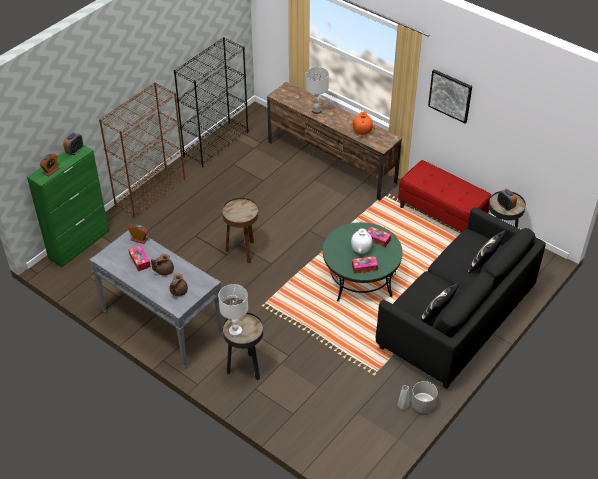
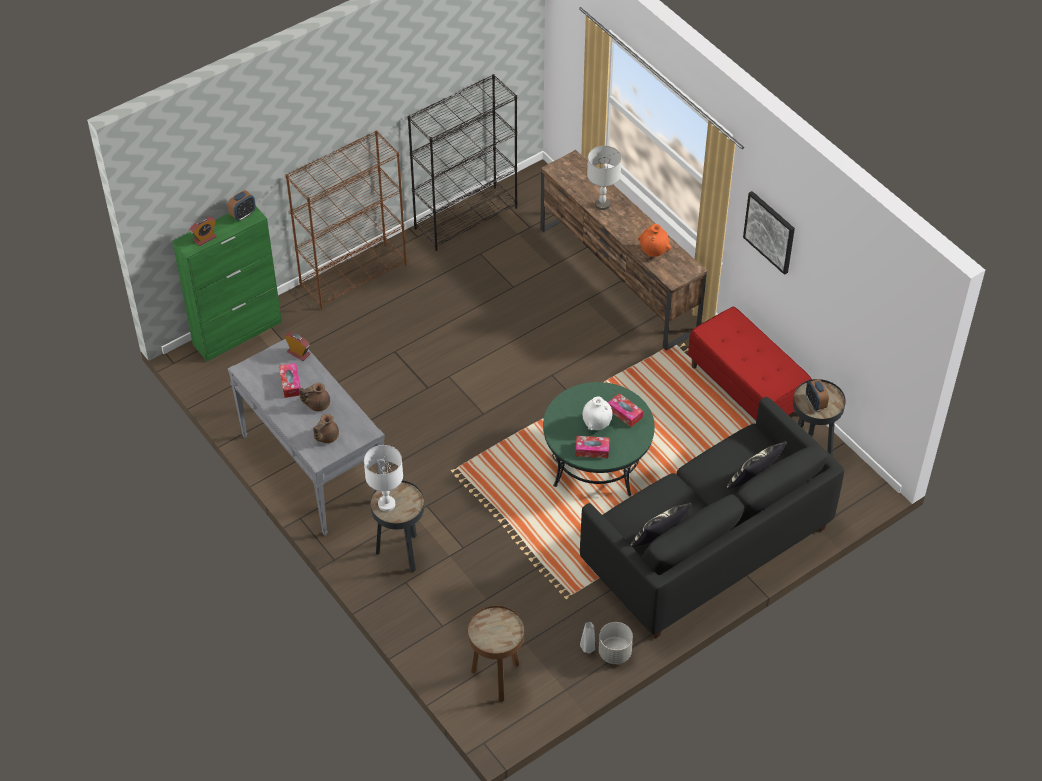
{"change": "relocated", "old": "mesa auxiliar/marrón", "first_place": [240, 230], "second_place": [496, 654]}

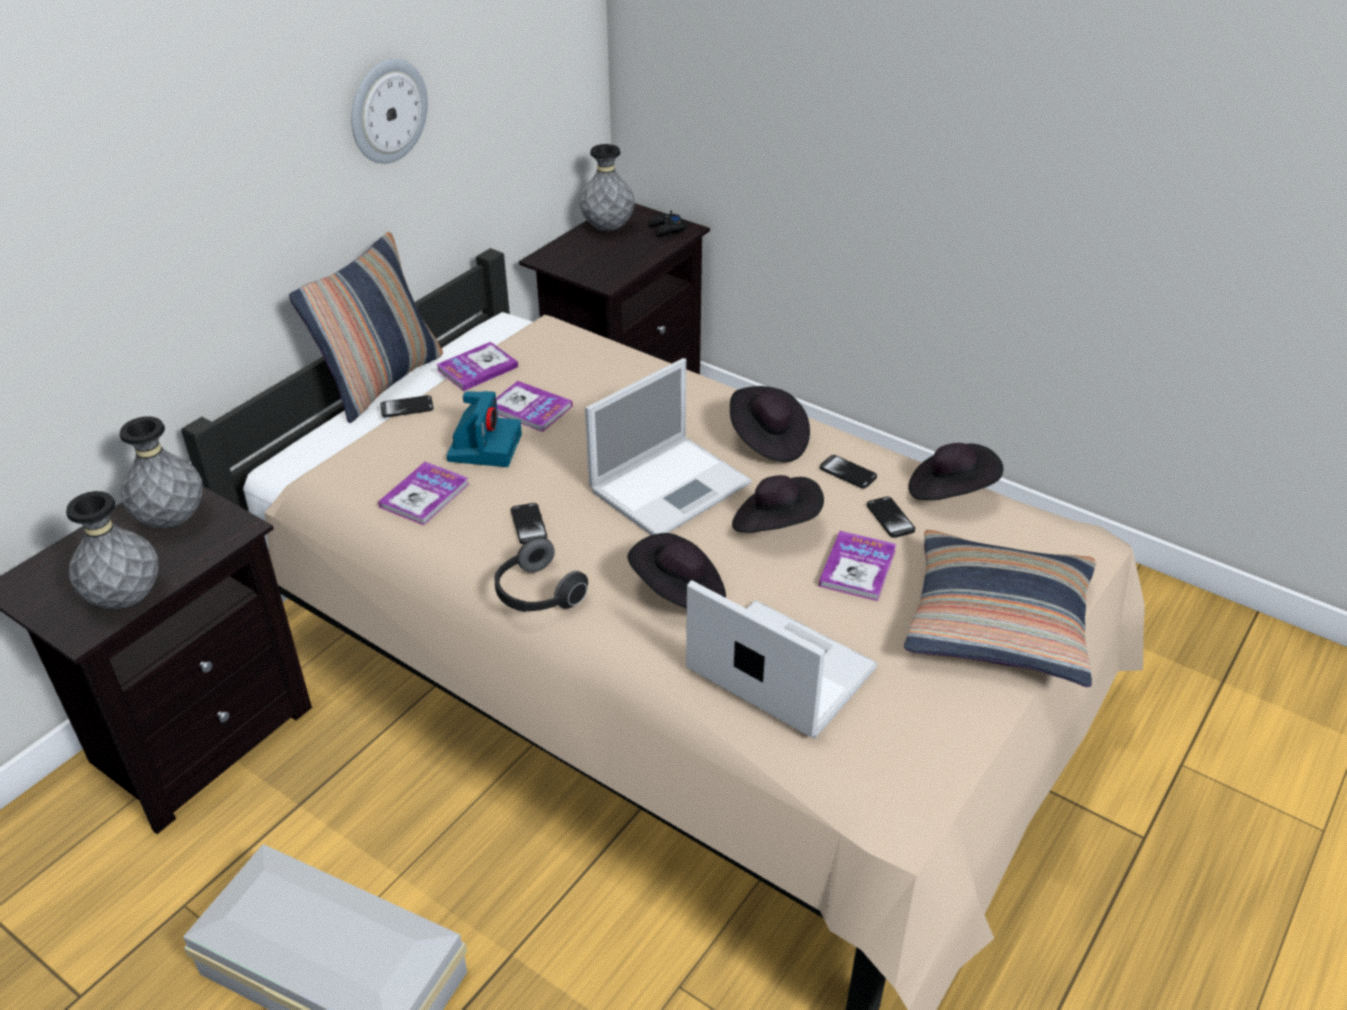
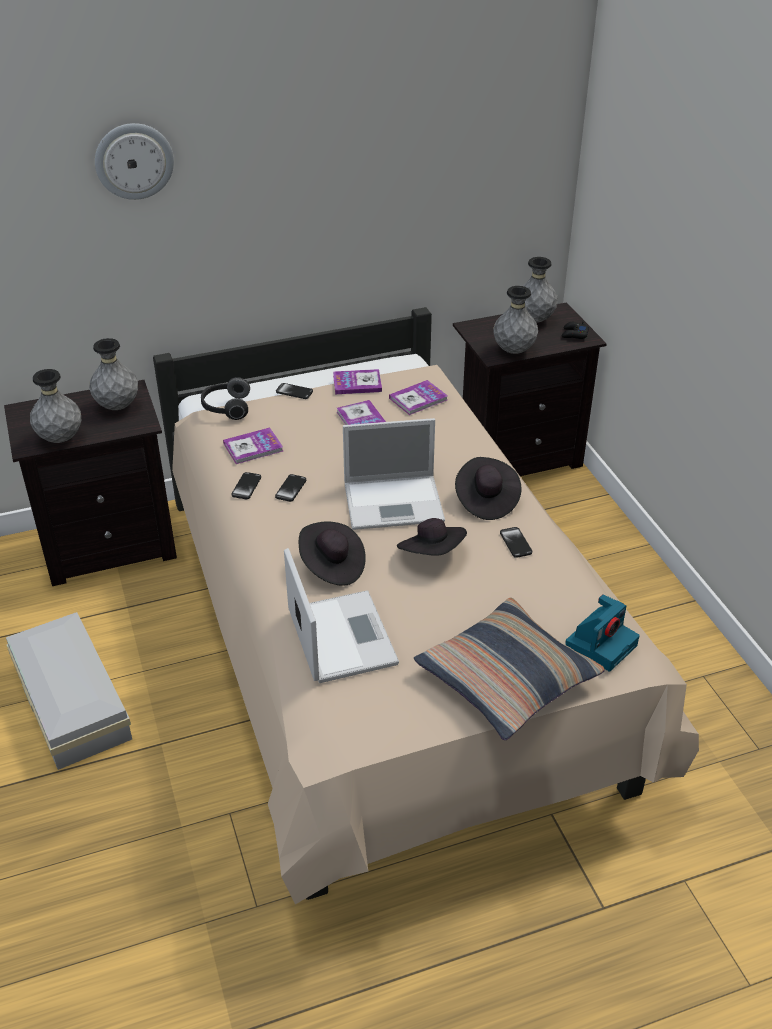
{"change": "missing", "old": "cojín", "first_place": [366, 327]}
{"change": "relocated", "old": "reloj de pared", "first_place": [389, 111], "second_place": [134, 161]}
{"change": "relocated", "old": "cámara", "first_place": [484, 429], "second_place": [602, 633]}
{"change": "relocated", "old": "auriculares", "first_place": [541, 574], "second_place": [225, 398]}
{"change": "relocated", "old": "libro", "first_place": [857, 566], "second_place": [418, 397]}
{"change": "relocated", "old": "móvil", "first_place": [891, 517], "second_place": [246, 485]}
{"change": "missing", "old": "sombrero/negro", "first_place": [955, 471]}
{"change": "appeared", "new": "florero/gris", "second_place": [515, 320]}

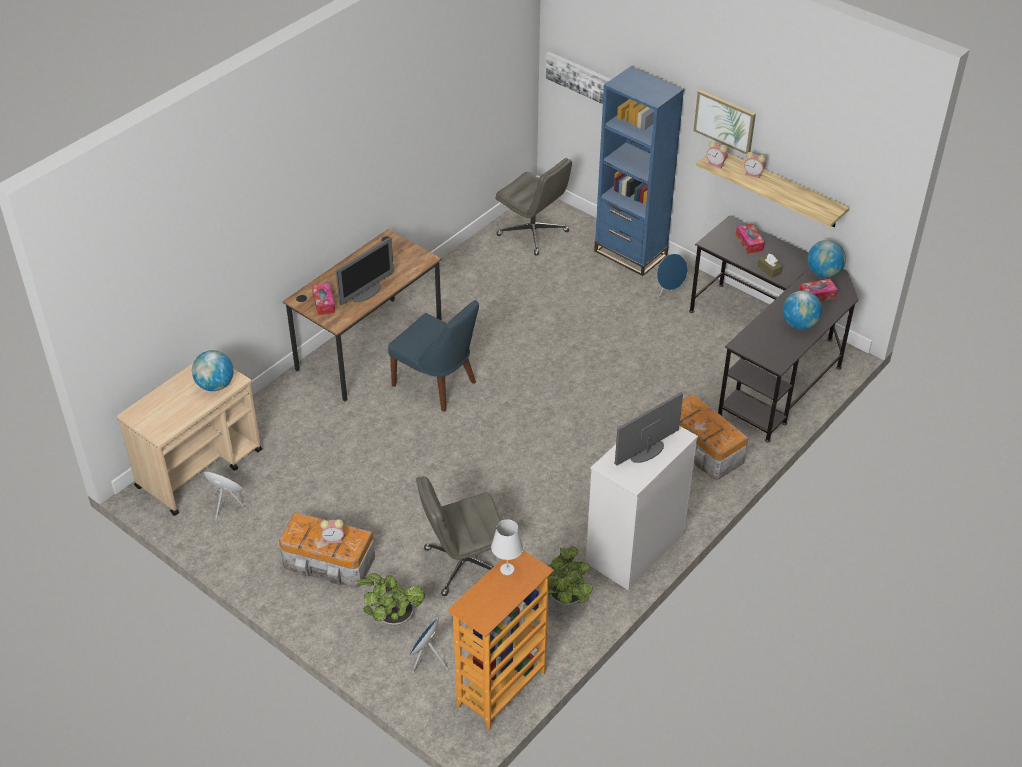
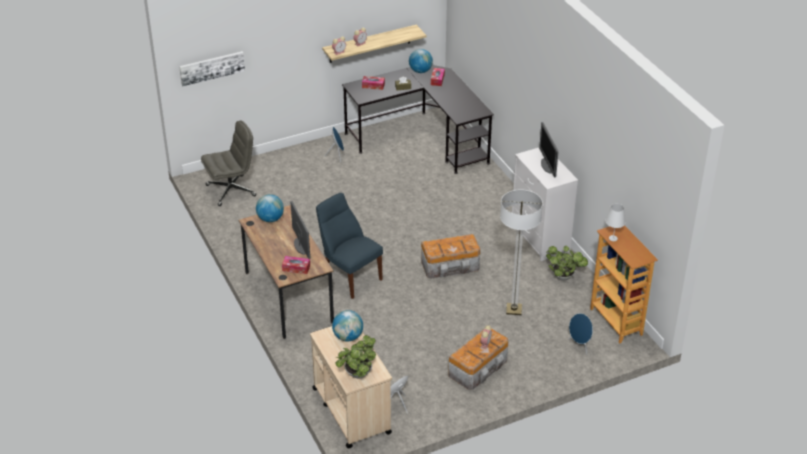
{"change": "relocated", "old": "planta en maceta", "first_place": [391, 599], "second_place": [356, 356]}
{"change": "spun", "old": "silla/azul", "first_place": [433, 356], "second_place": [349, 246], "degrees": -105}
{"change": "exchanged", "old": "silla de oficina/gris", "new": "lámpara de pie", "first_place": [462, 536], "second_place": [521, 252]}
{"change": "missing", "old": "estantería/azul", "first_place": [639, 171]}
{"change": "relocated", "old": "caja de almacenaje", "first_place": [713, 437], "second_place": [450, 256]}
{"change": "missing", "old": "cuadro", "first_place": [724, 122]}
{"change": "relocated", "old": "globo terráqueo", "first_place": [802, 310], "second_place": [270, 208]}

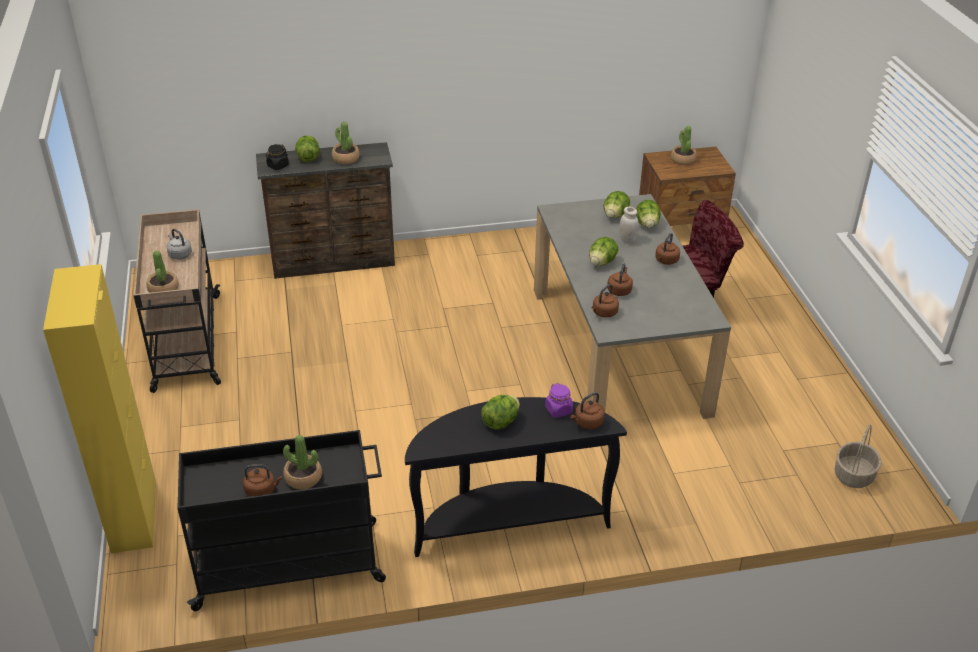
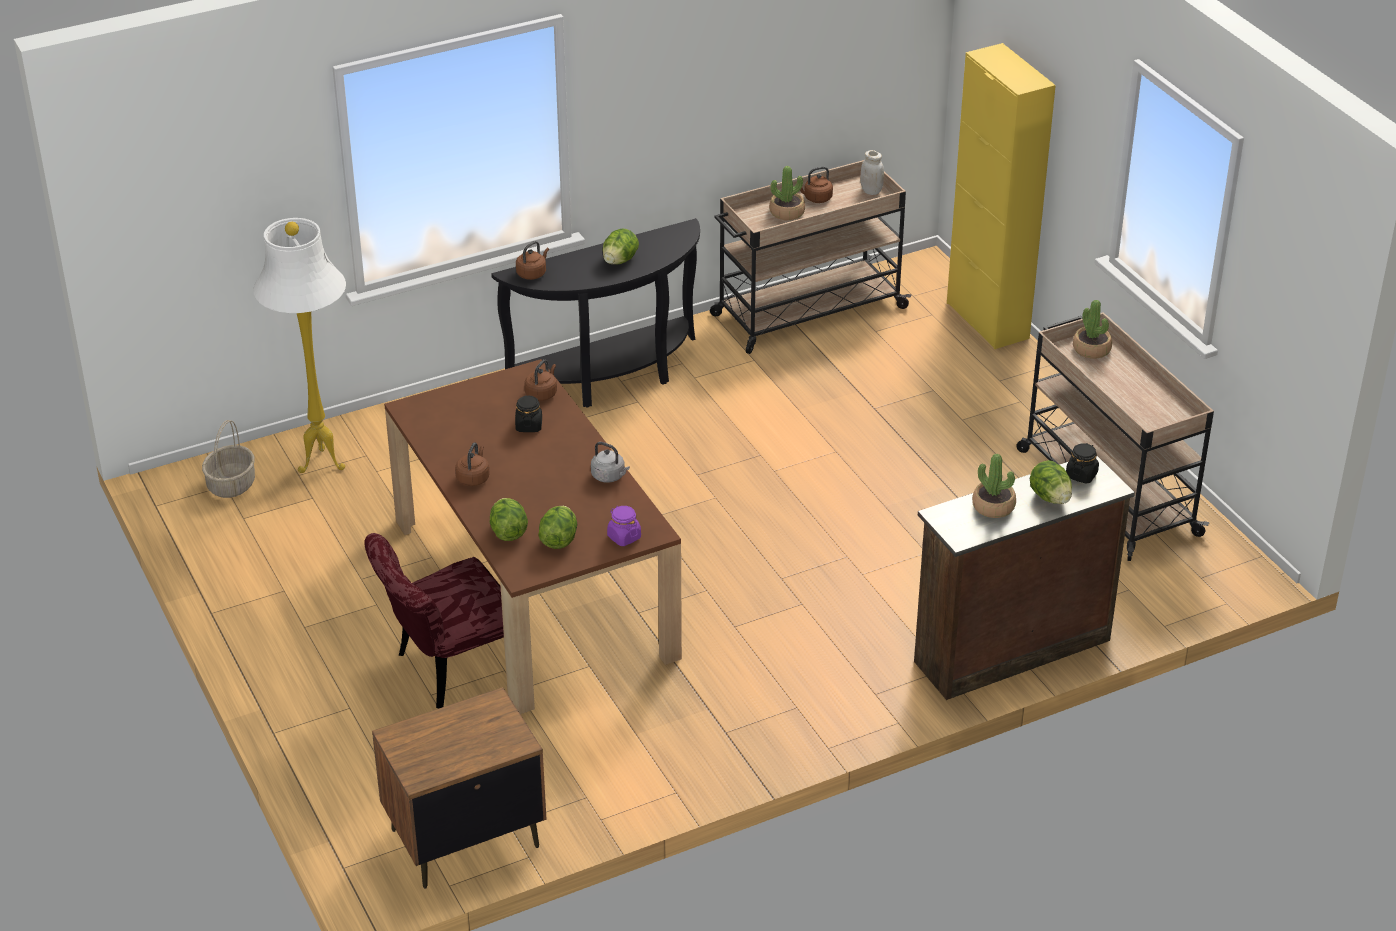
{"change": "relocated", "old": "hervidor/gris", "first_place": [179, 244], "second_place": [610, 462]}
{"change": "colour", "old": "carrito/negro", "new": "carrito/beis", "first_place": [281, 520], "second_place": [810, 257]}
{"change": "colour", "old": "mesa de comedor/gris", "new": "mesa de comedor/marrón", "first_place": [632, 306], "second_place": [533, 536]}
{"change": "relocated", "old": "tarro/morado", "first_place": [559, 400], "second_place": [624, 526]}
{"change": "missing", "old": "lechuga", "first_place": [604, 251]}
{"change": "exchanged", "old": "hervidor/marrón", "new": "tarro/negro", "first_place": [620, 279], "second_place": [528, 413]}
{"change": "relocated", "old": "tarro/blanco", "first_place": [629, 225], "second_place": [872, 172]}
{"change": "missing", "old": "planta en maceta", "first_place": [684, 145]}
{"change": "appeared", "new": "lámpara de pie/blanco", "second_place": [299, 345]}

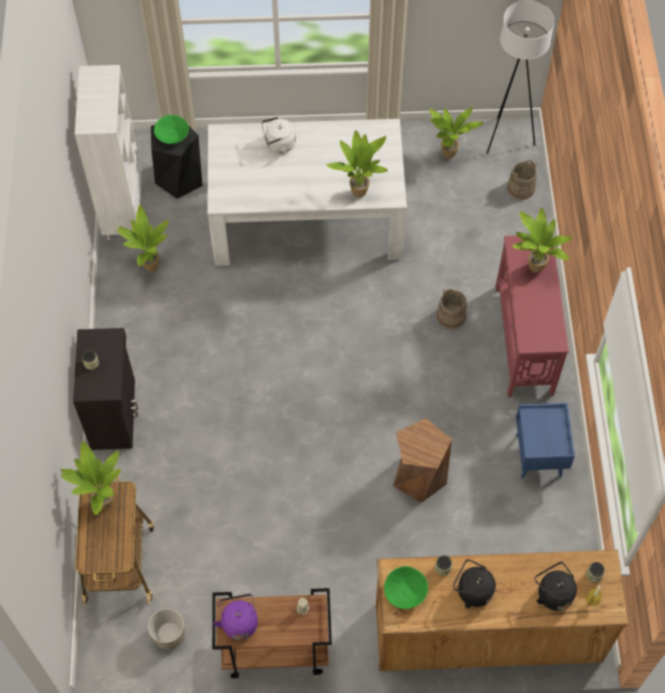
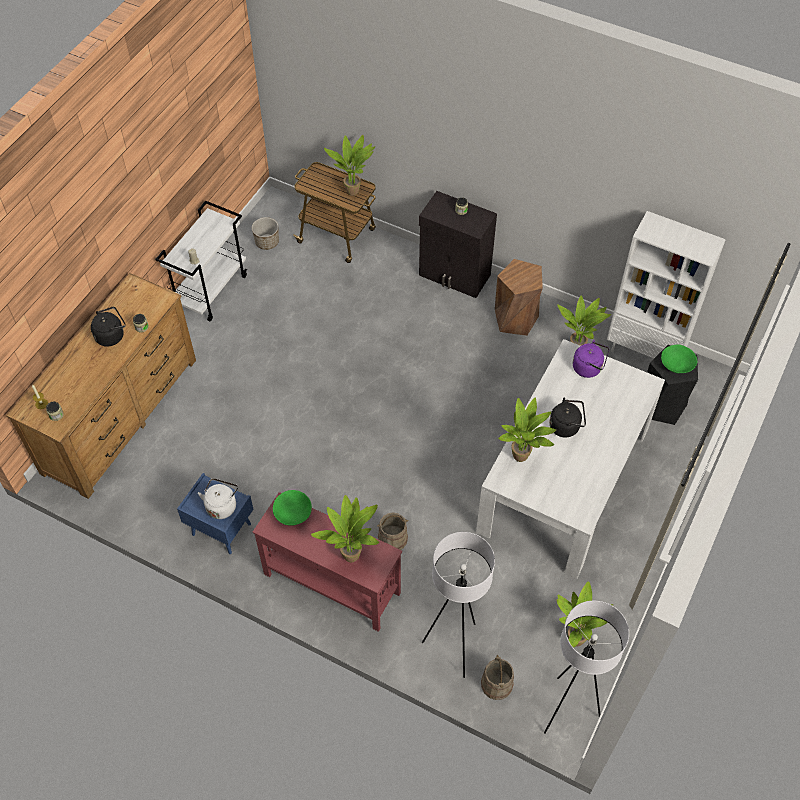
{"change": "colour", "old": "carrito/marrón", "new": "carrito/blanco", "first_place": [272, 633], "second_place": [201, 261]}
{"change": "relocated", "old": "hervidor/morado", "first_place": [235, 617], "second_place": [591, 359]}
{"change": "relocated", "old": "hervidor/blanco", "first_place": [278, 135], "second_place": [218, 498]}
{"change": "relocated", "old": "cuenco/verde", "first_place": [406, 587], "second_place": [292, 508]}
{"change": "relocated", "old": "taburete/marrón", "first_place": [422, 460], "second_place": [519, 297]}
{"change": "relocated", "old": "hervidor/negro", "first_place": [555, 586], "second_place": [567, 418]}
{"change": "appeared", "new": "lámpara de pie/blanco", "second_place": [458, 605]}

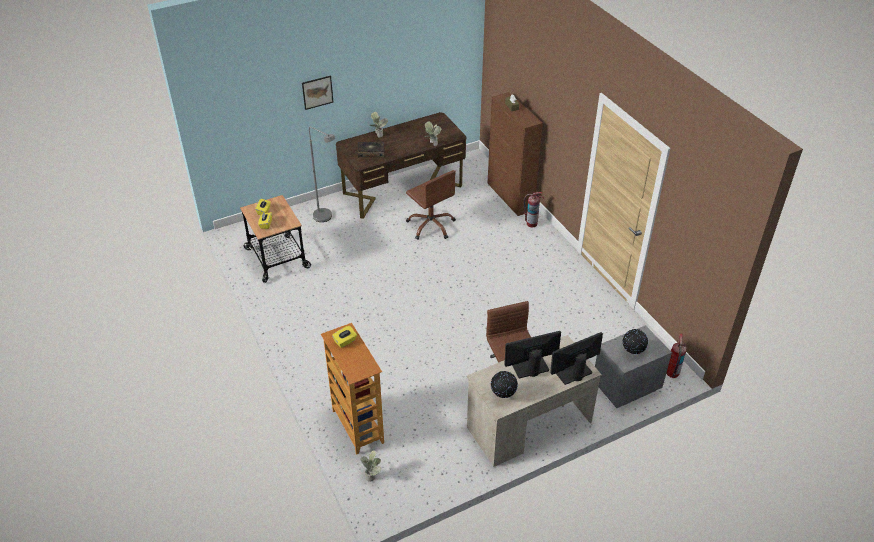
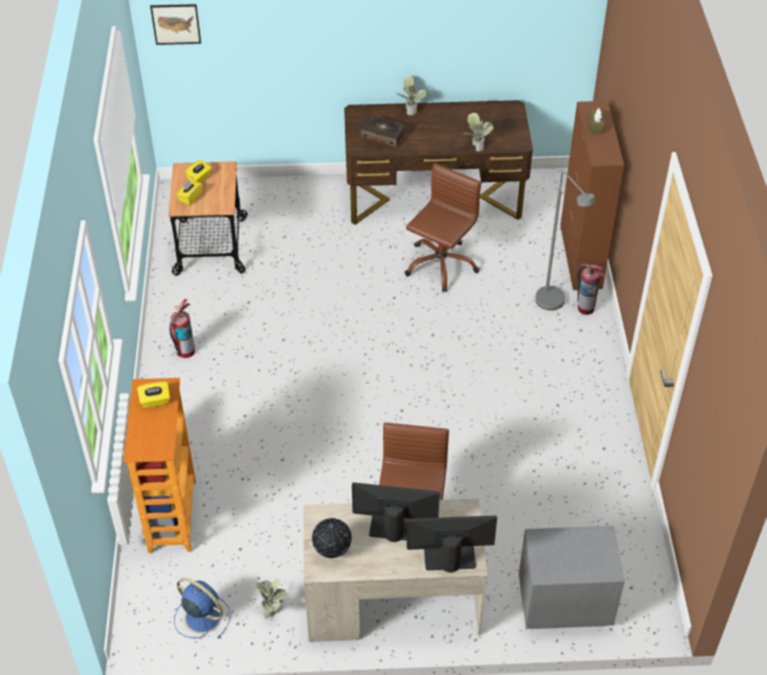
{"change": "relocated", "old": "cuadro", "first_place": [317, 92], "second_place": [175, 24]}
{"change": "relocated", "old": "lámpara de pie/gris", "first_place": [322, 174], "second_place": [565, 240]}
{"change": "relocated", "old": "planta en maceta", "first_place": [370, 466], "second_place": [271, 597]}
{"change": "spun", "old": "silla de oficina/marrón", "first_place": [431, 205], "second_place": [442, 227], "degrees": -135}
{"change": "missing", "old": "globo terráqueo", "first_place": [635, 341]}
{"change": "relocated", "old": "extintor", "first_place": [676, 355], "second_place": [182, 328]}
{"change": "appeared", "new": "ventilador/azul", "second_place": [202, 608]}

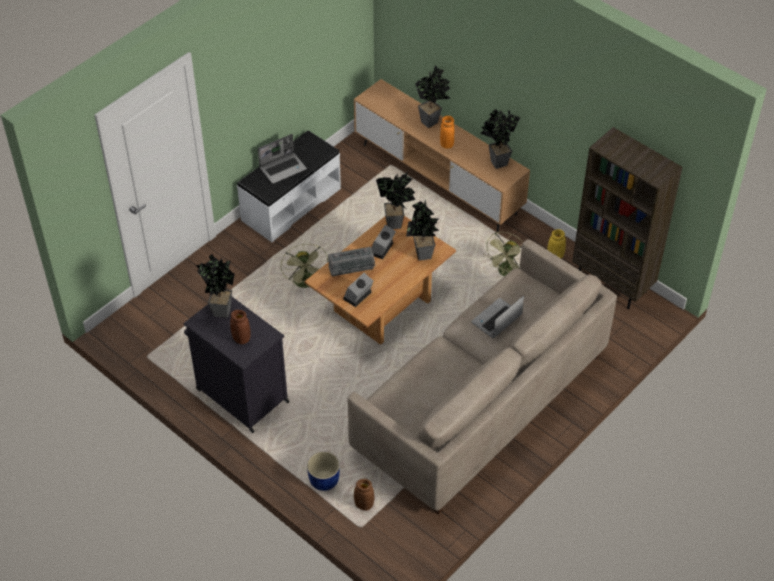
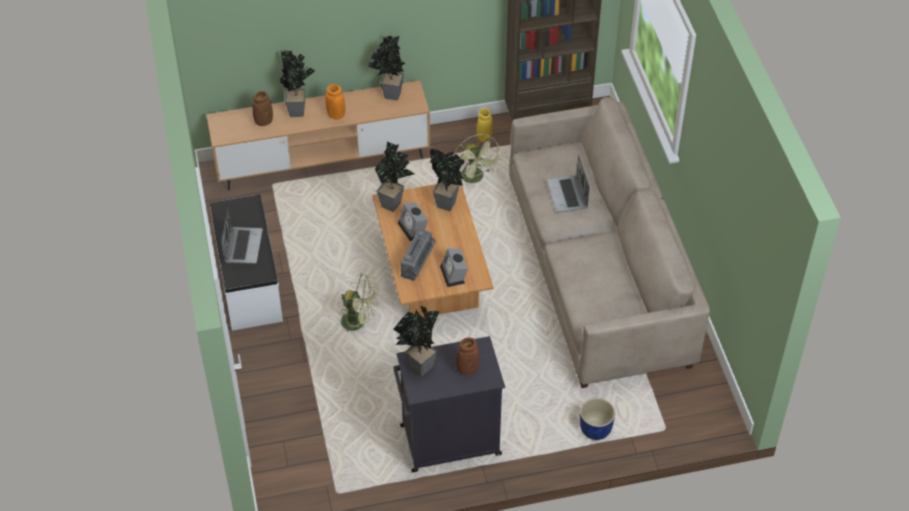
{"change": "relocated", "old": "florero/marrón", "first_place": [364, 495], "second_place": [263, 108]}

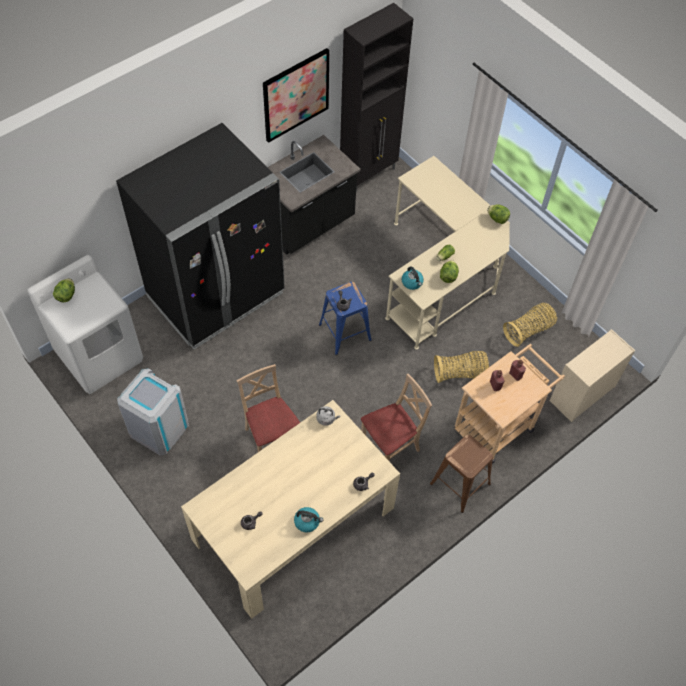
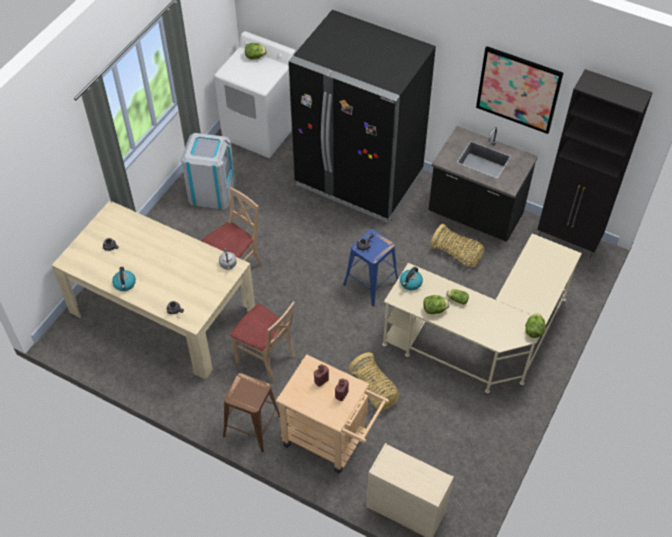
{"change": "relocated", "old": "cesta", "first_place": [530, 325], "second_place": [457, 245]}

